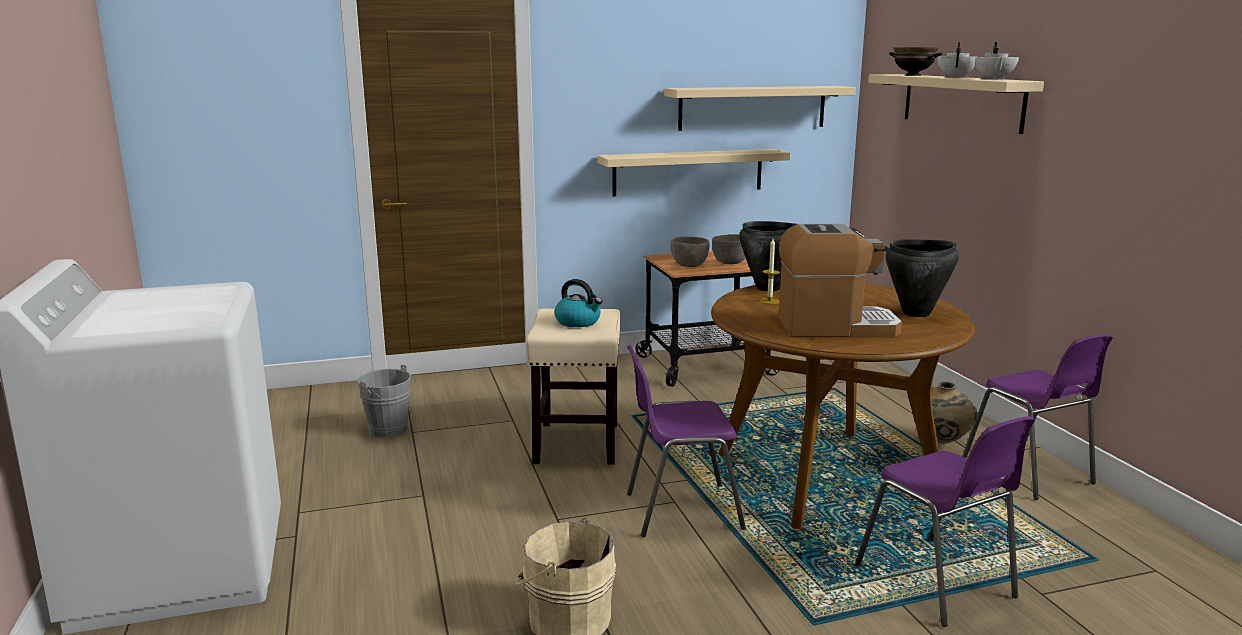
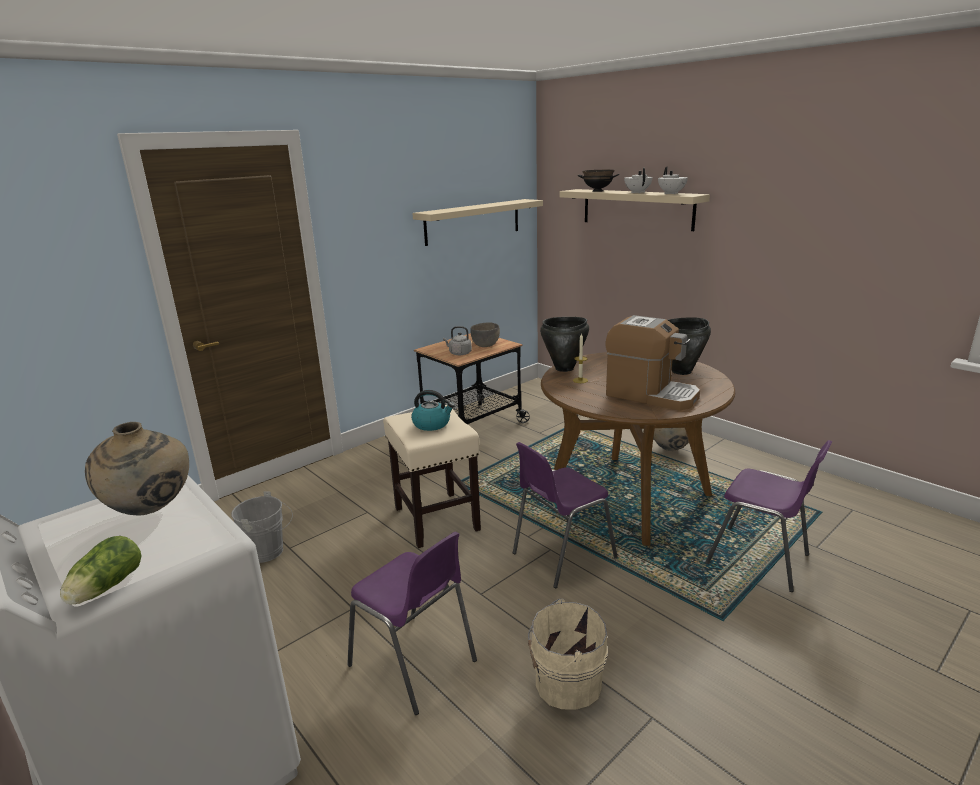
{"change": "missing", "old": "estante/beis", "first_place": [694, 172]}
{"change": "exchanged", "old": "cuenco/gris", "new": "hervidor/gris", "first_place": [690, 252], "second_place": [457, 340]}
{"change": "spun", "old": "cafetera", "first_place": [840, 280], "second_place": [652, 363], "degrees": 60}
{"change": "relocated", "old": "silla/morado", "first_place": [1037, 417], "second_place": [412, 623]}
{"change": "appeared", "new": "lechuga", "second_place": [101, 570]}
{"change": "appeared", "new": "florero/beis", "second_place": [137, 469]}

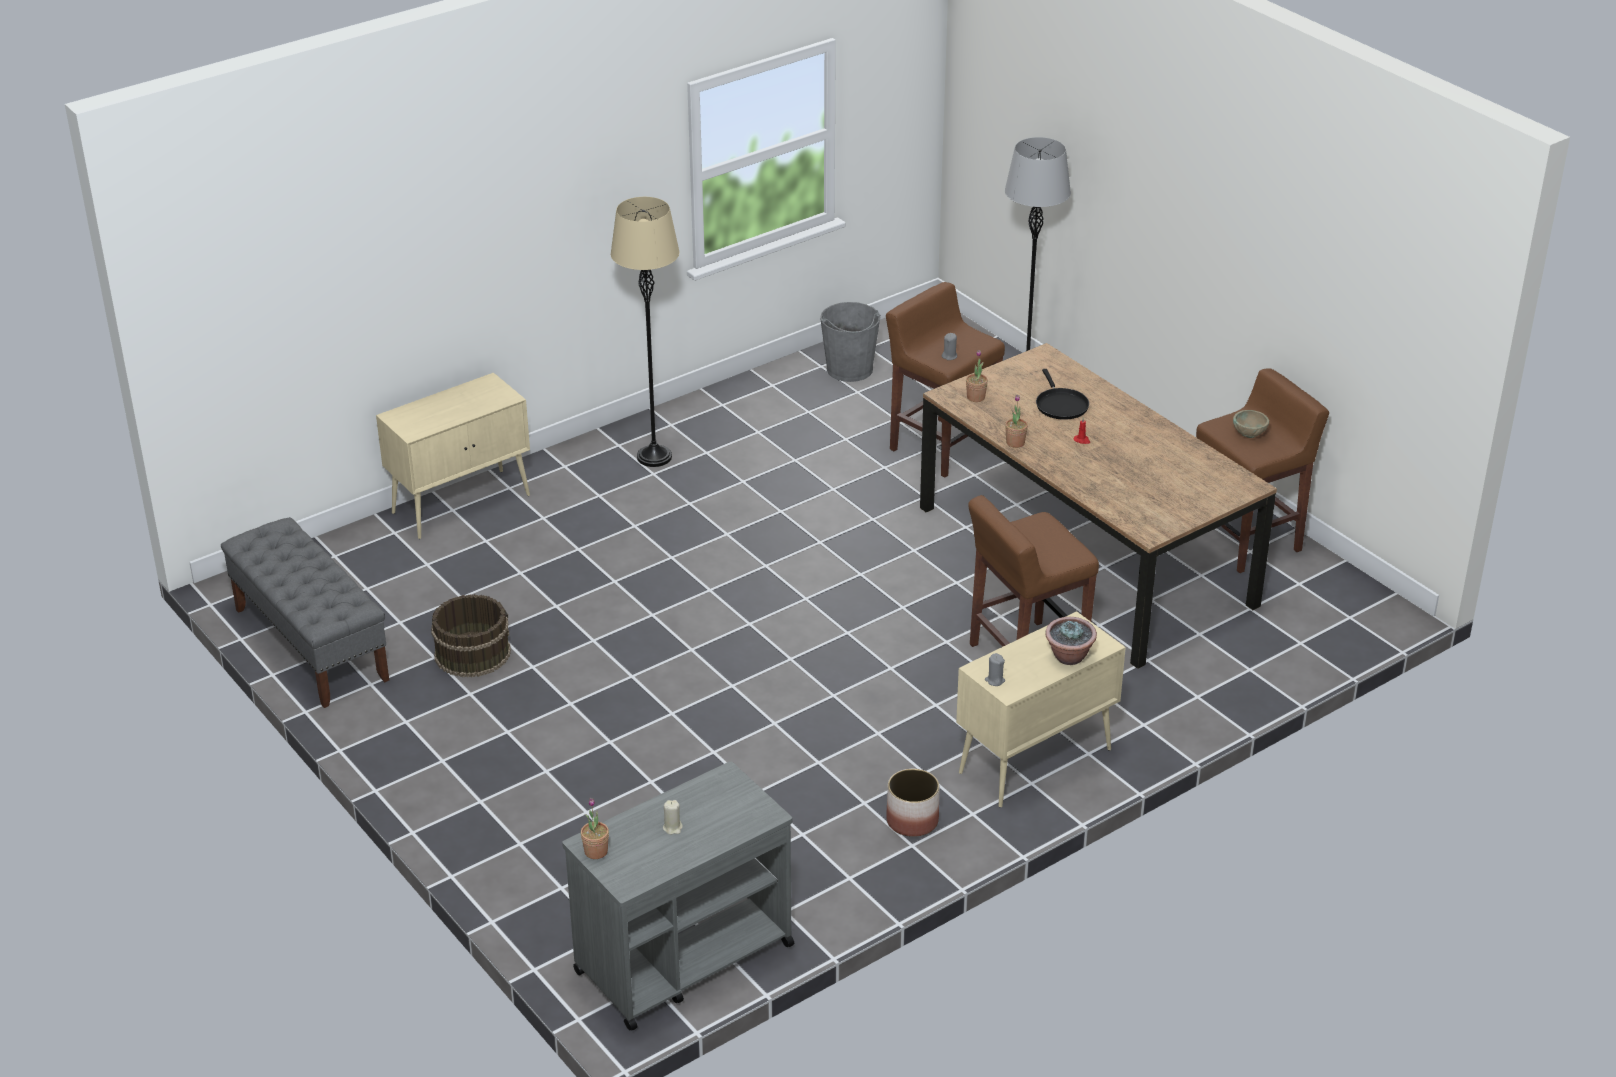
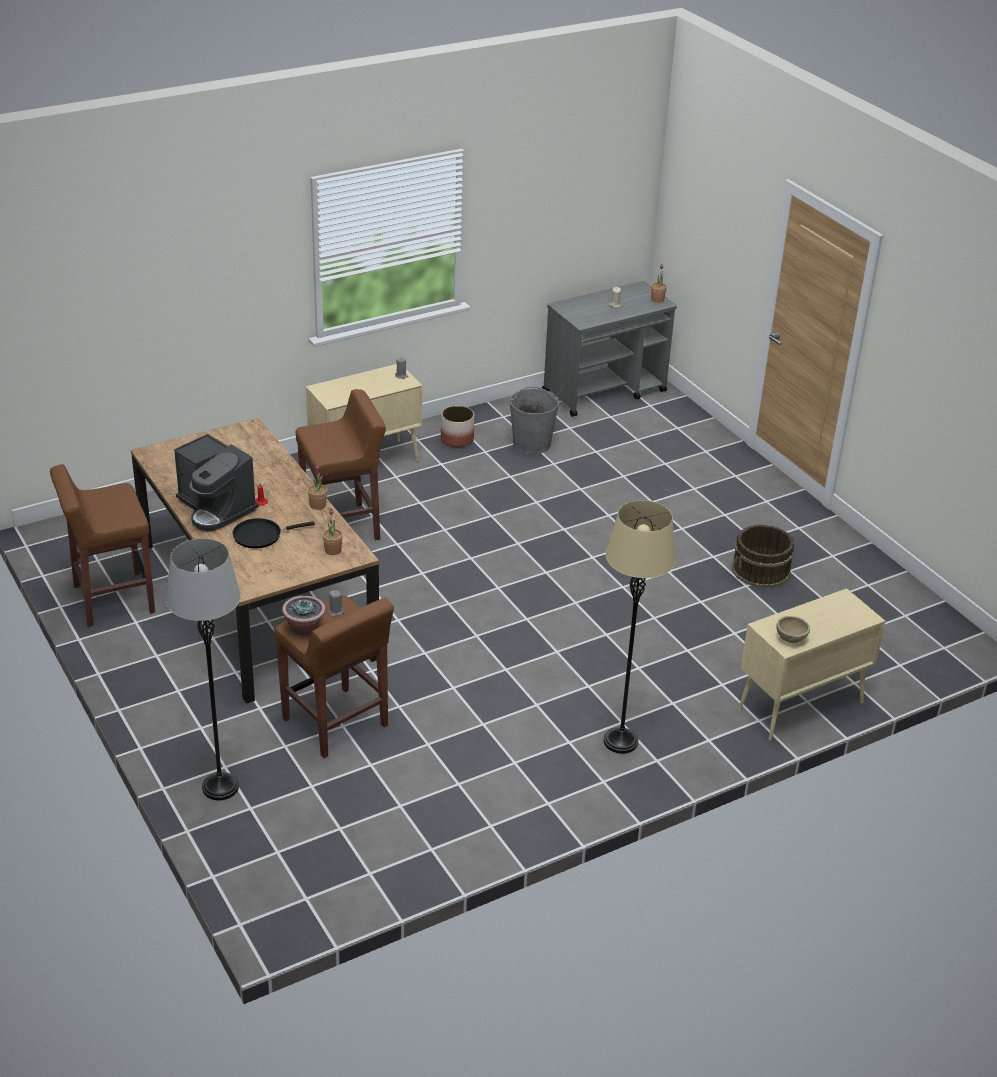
{"change": "missing", "old": "banco/gris", "first_place": [305, 612]}
{"change": "relocated", "old": "cubo/gris", "first_place": [850, 342], "second_place": [534, 420]}
{"change": "spun", "old": "sartén/negro", "first_place": [1062, 394], "second_place": [273, 533], "degrees": -105}
{"change": "relocated", "old": "planta en maceta", "first_place": [1071, 641], "second_place": [304, 616]}
{"change": "relocated", "old": "cuenco/beis", "first_place": [1251, 424], "second_place": [793, 629]}
{"change": "appeared", "new": "cafetera", "second_place": [216, 482]}

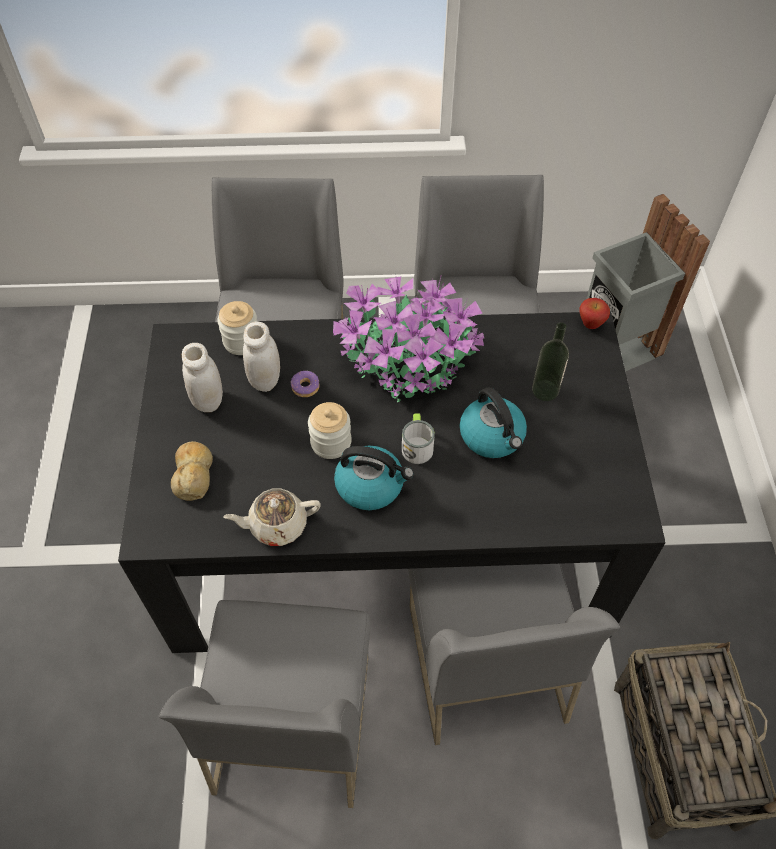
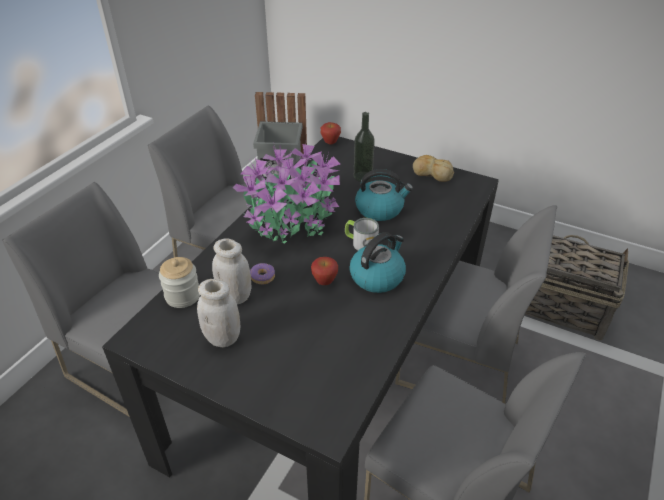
{"change": "relocated", "old": "pan", "first_place": [192, 471], "second_place": [433, 168]}
{"change": "missing", "old": "tetera/beis", "first_place": [272, 517]}
{"change": "exchanged", "old": "tarro", "new": "manzana", "first_place": [330, 430], "second_place": [324, 271]}

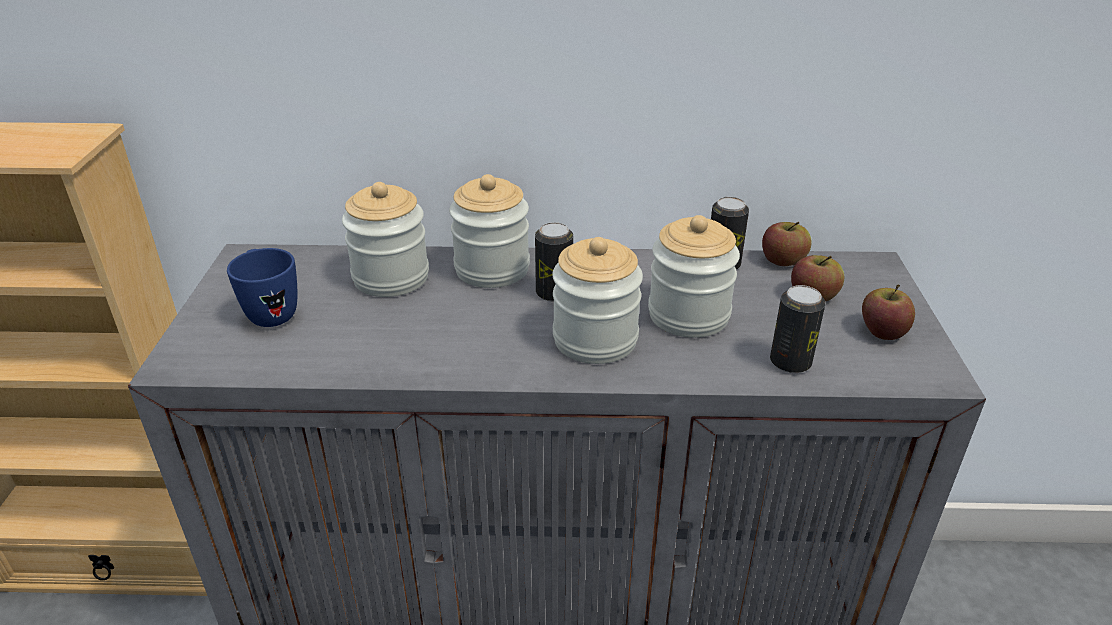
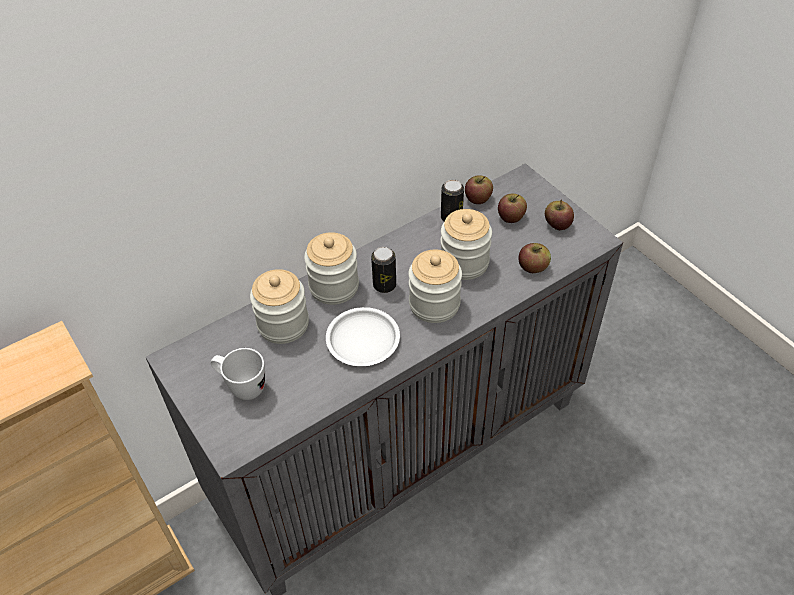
{"change": "colour", "old": "taza grande/azul", "new": "taza grande/blanco", "first_place": [262, 287], "second_place": [237, 374]}
{"change": "exchanged", "old": "lata", "new": "manzana", "first_place": [798, 329], "second_place": [534, 258]}
{"change": "appeared", "new": "plato/blanco", "second_place": [363, 336]}

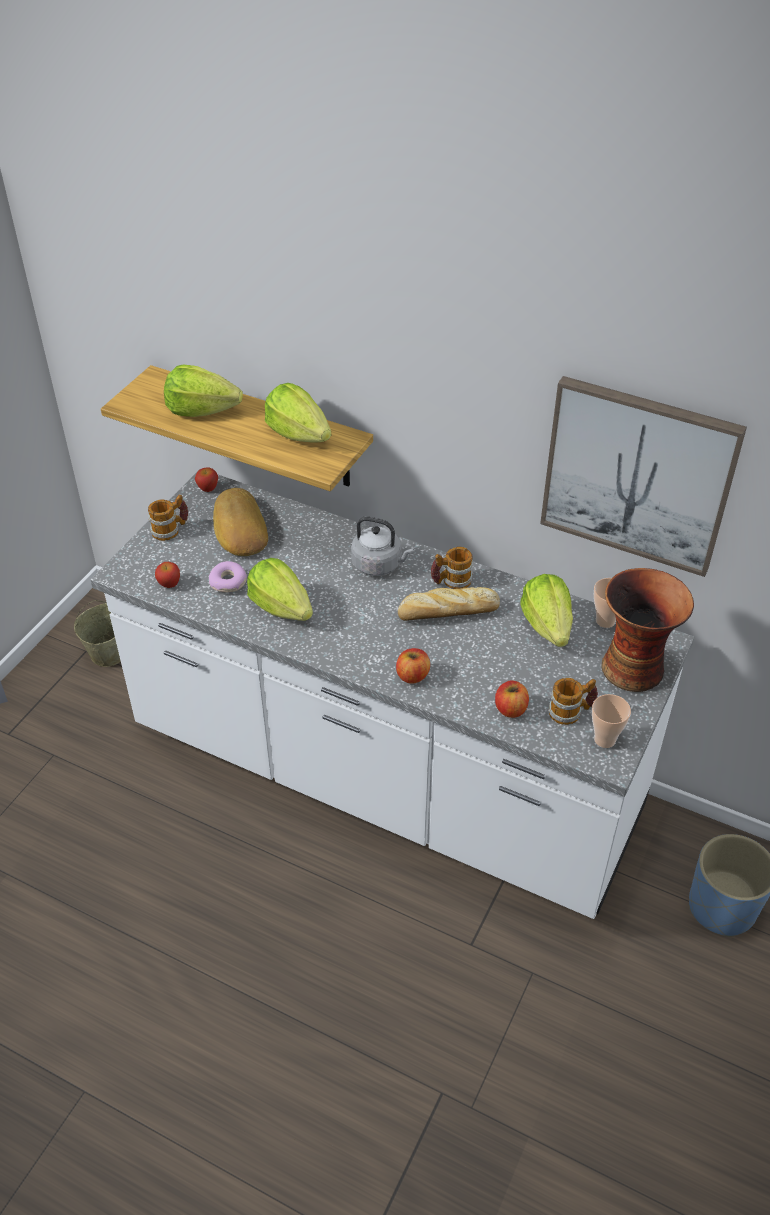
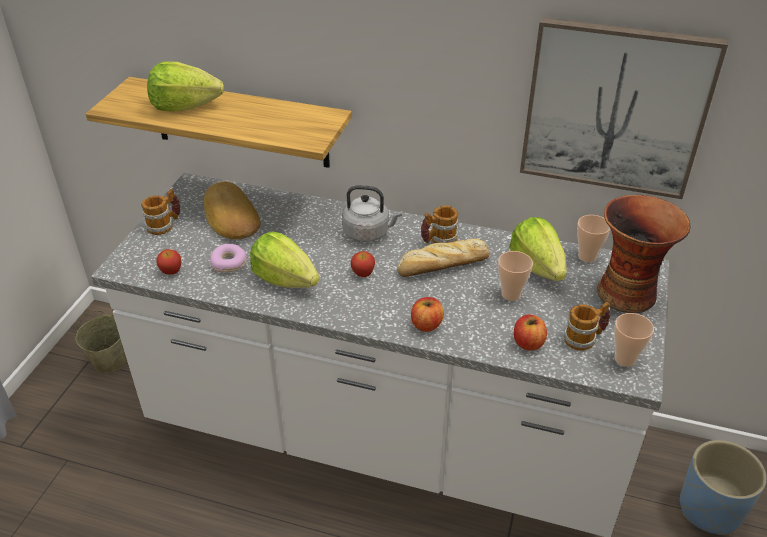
{"change": "relocated", "old": "manzana", "first_place": [206, 479], "second_place": [363, 264]}
{"change": "missing", "old": "lechuga", "first_place": [298, 413]}
{"change": "appeared", "new": "taza", "second_place": [515, 276]}

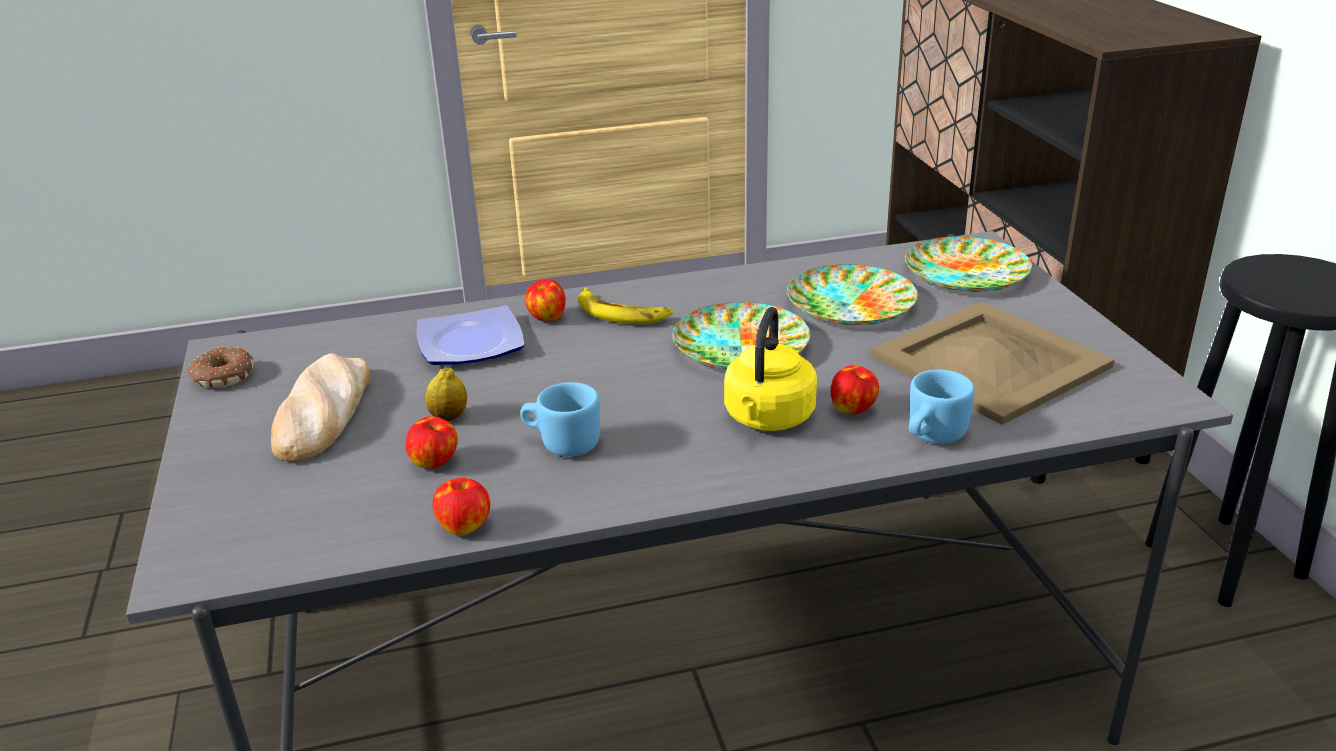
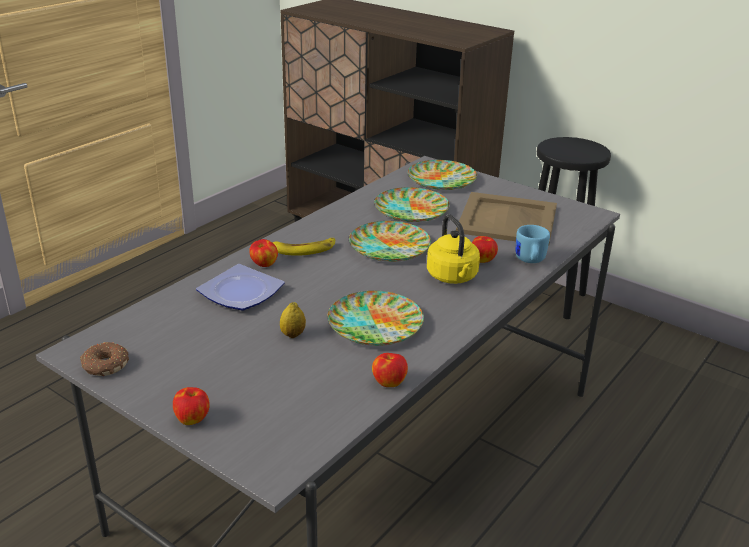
{"change": "missing", "old": "pan", "first_place": [320, 407]}
{"change": "relocated", "old": "manzana", "first_place": [432, 442], "second_place": [191, 406]}
{"change": "exchanged", "old": "taza grande/azul", "new": "plato", "first_place": [560, 419], "second_place": [376, 318]}

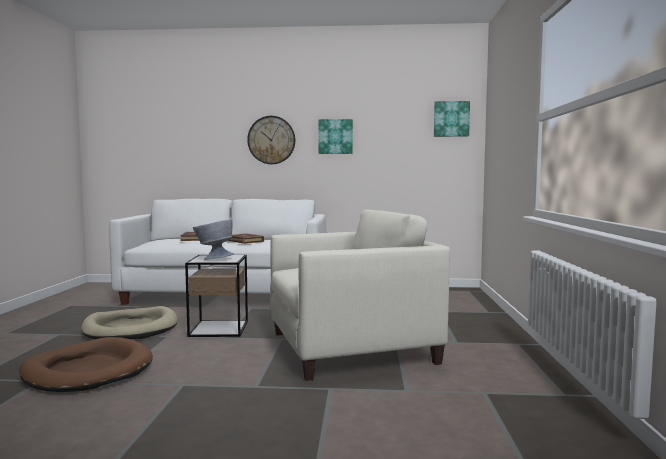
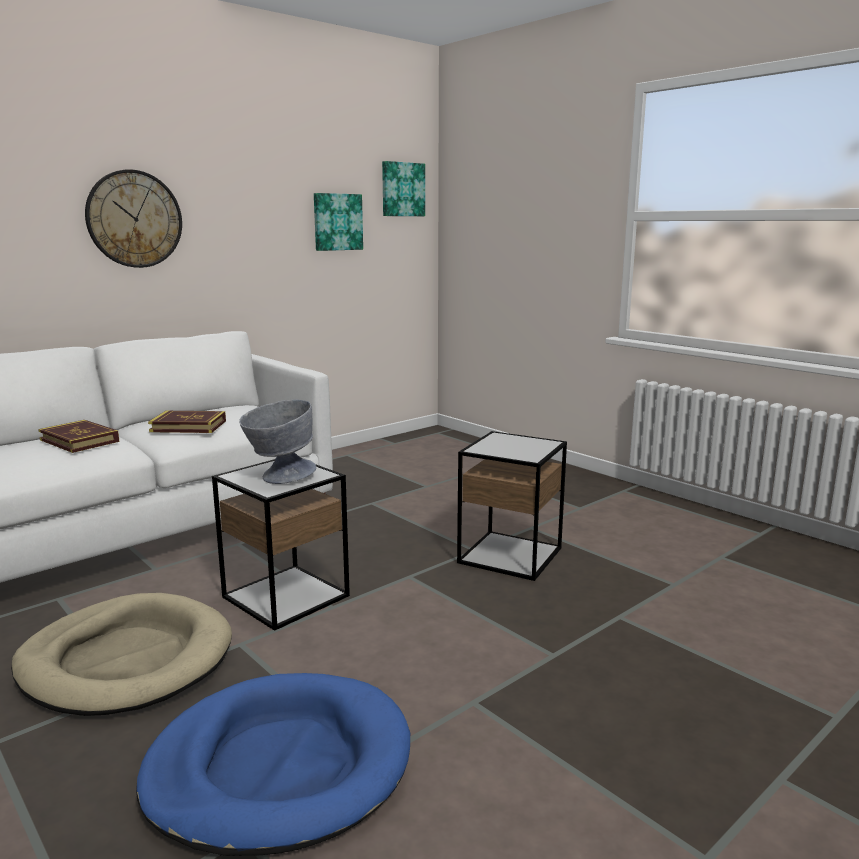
{"change": "colour", "old": "cama para perro/marrón", "new": "cama para perro/azul", "first_place": [86, 364], "second_place": [273, 764]}
{"change": "exchanged", "old": "sillón/beis", "new": "mesa auxiliar", "first_place": [360, 295], "second_place": [512, 506]}
{"change": "relocated", "old": "cuadro", "first_place": [335, 136], "second_place": [338, 222]}

